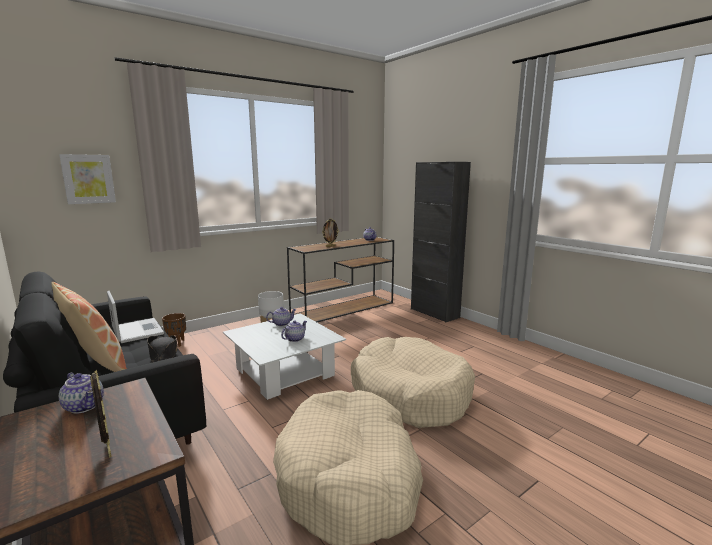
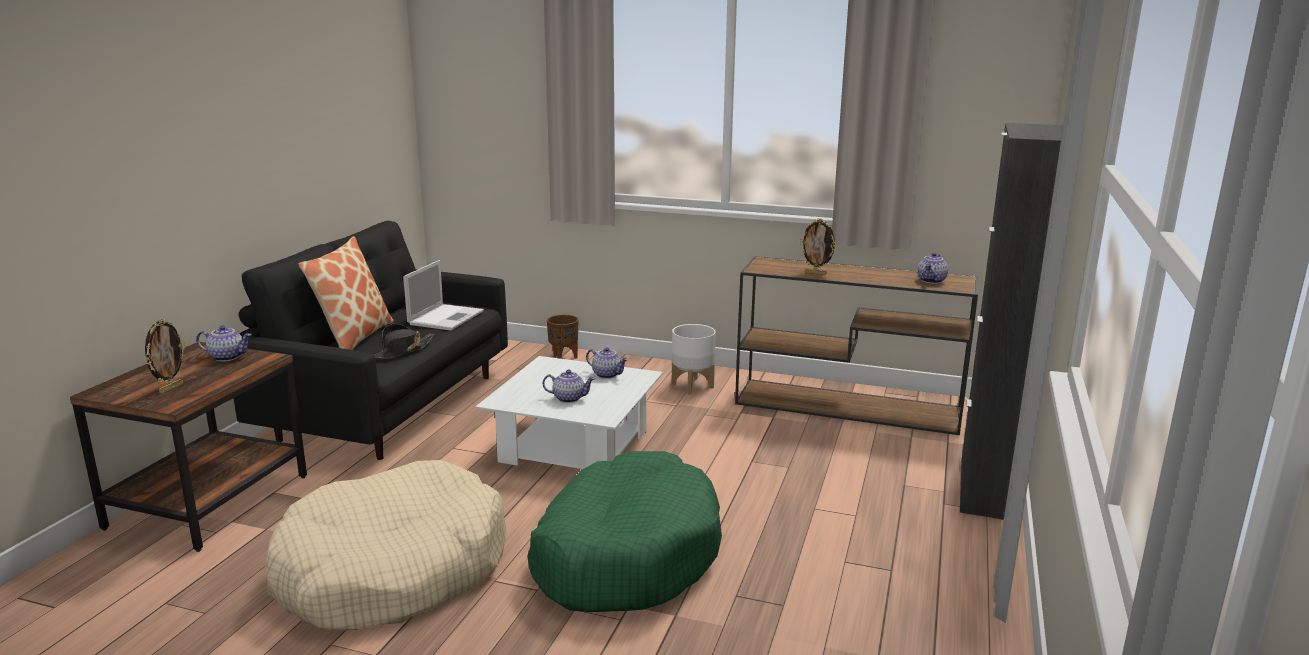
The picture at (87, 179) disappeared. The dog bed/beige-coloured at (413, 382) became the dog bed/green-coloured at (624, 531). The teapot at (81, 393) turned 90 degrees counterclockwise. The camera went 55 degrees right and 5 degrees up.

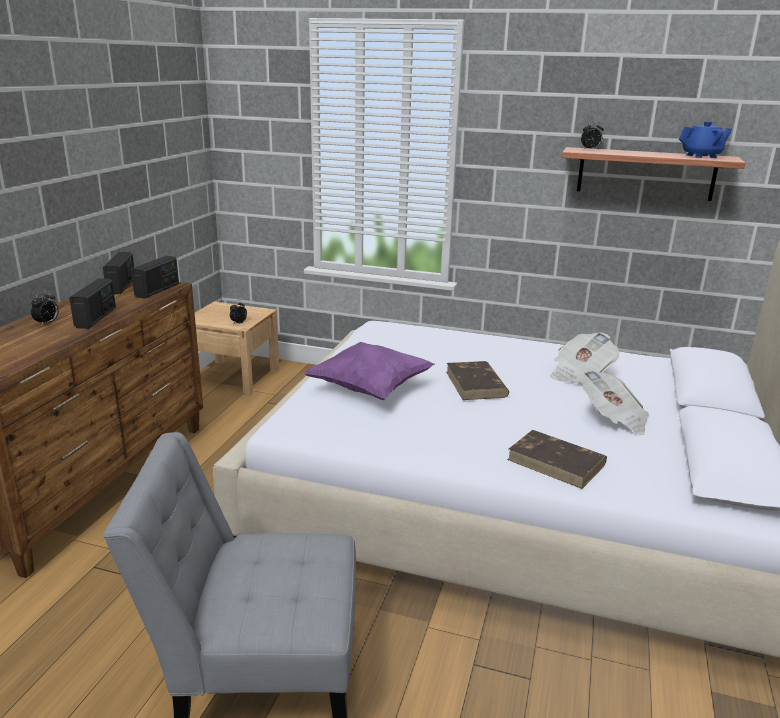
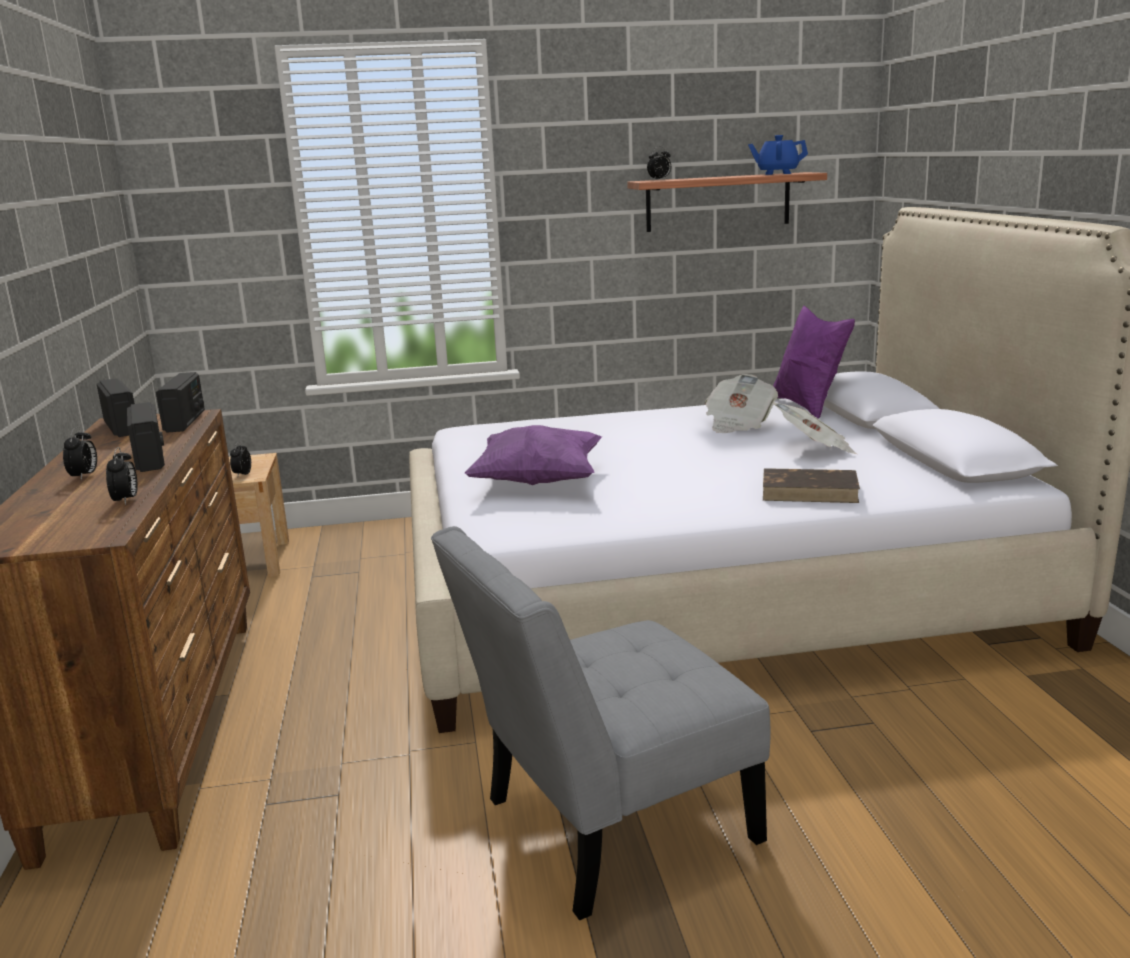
The volume/brownish at (477, 380) disappeared. The alarm clock at (122, 476) appeared. The throw pillow/purple-coloured at (814, 362) appeared. The teapot/bluish at (705, 139) turned 135 degrees counterclockwise. The camera went 25 degrees left and 5 degrees down.

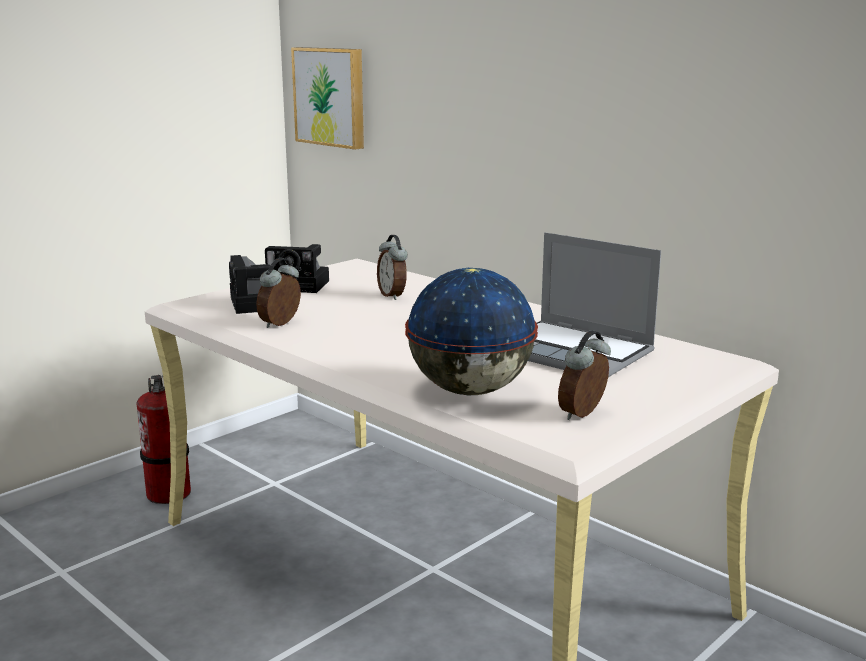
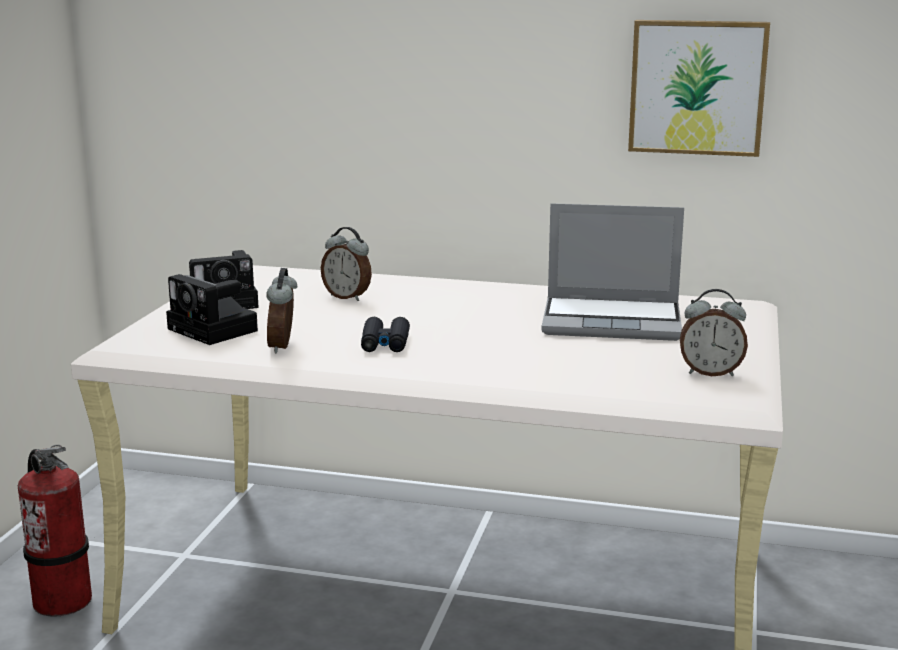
The globe at (471, 331) disappeared. The field glasses/black-coloured at (385, 334) appeared. The picture moved from (327, 98) to (699, 88). The alarm clock at (584, 375) turned 90 degrees counterclockwise. The camera went 30 degrees left and 0 degrees up.

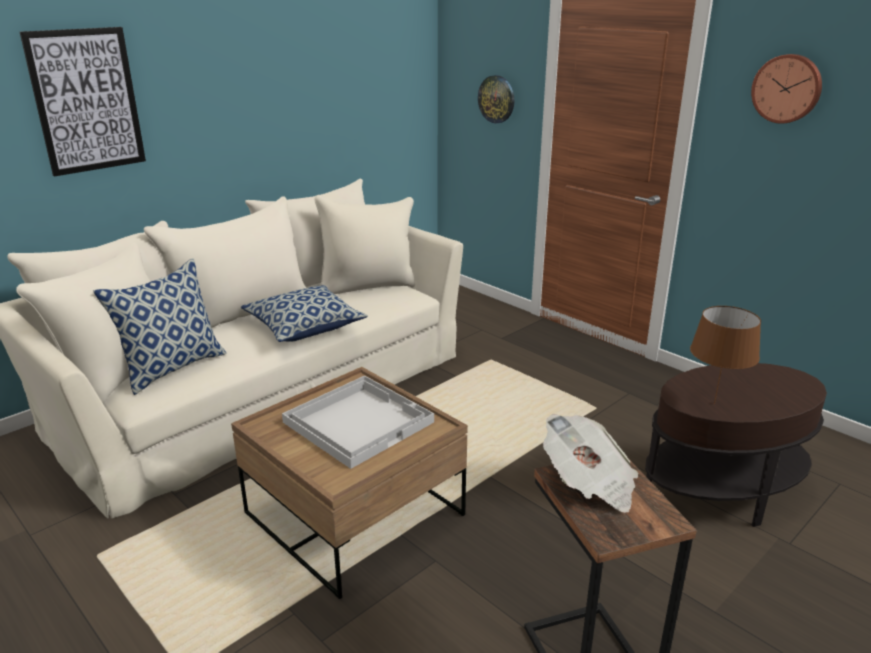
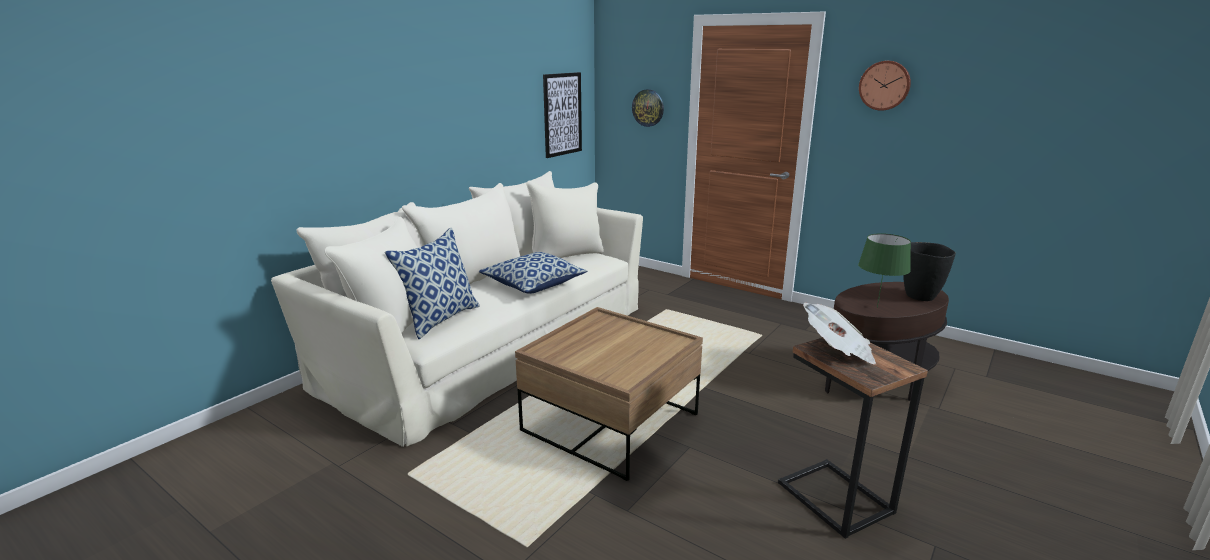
The carrying tray/white at (358, 422) disappeared. The vase/black-coloured at (929, 271) appeared. The picture moved from (83, 102) to (562, 115). The lamp for a table/brownish at (725, 355) became the lamp for a table/green-coloured at (884, 270). The camera went 10 degrees left and 5 degrees down.

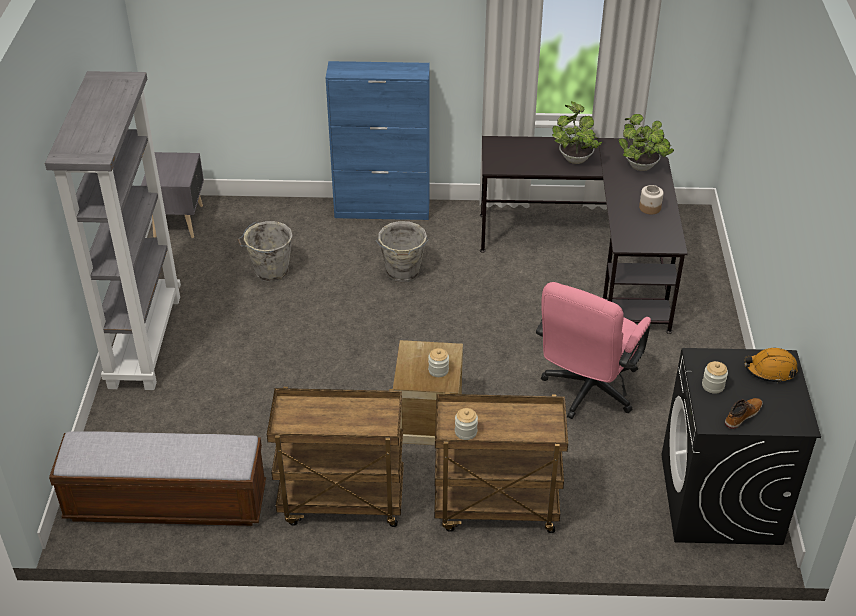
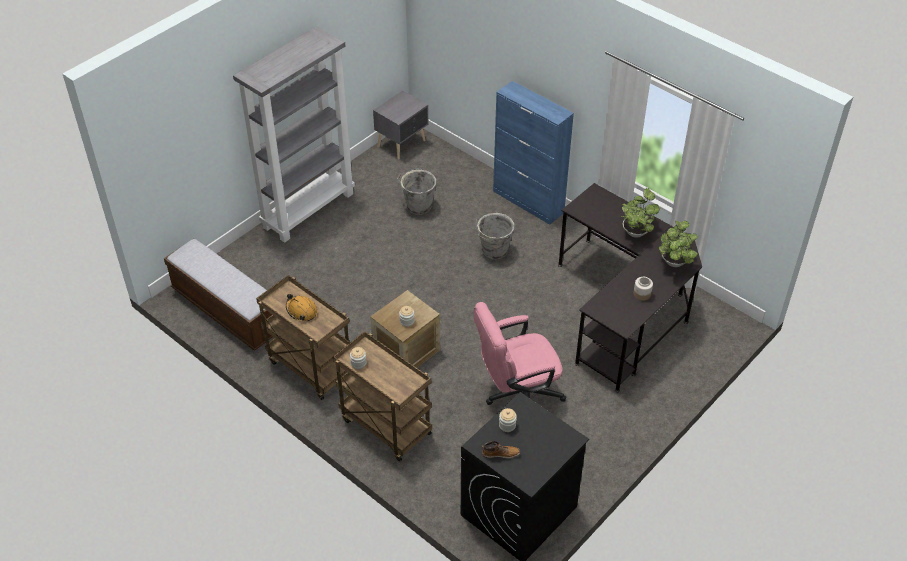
The work helmet/orange-coloured moved from (771, 365) to (302, 307). The camera went 40 degrees right and 5 degrees up.

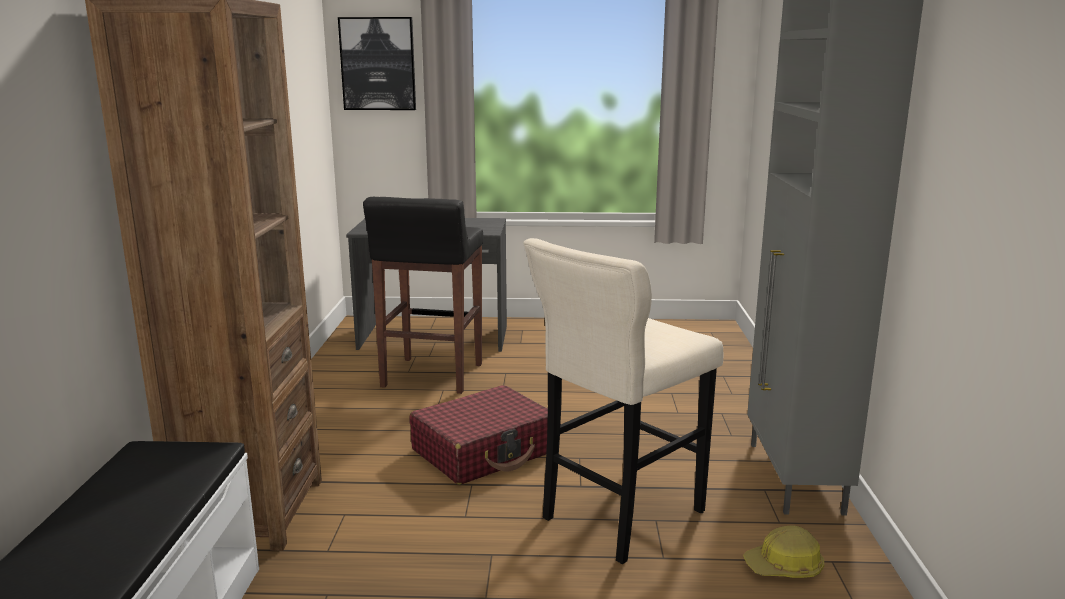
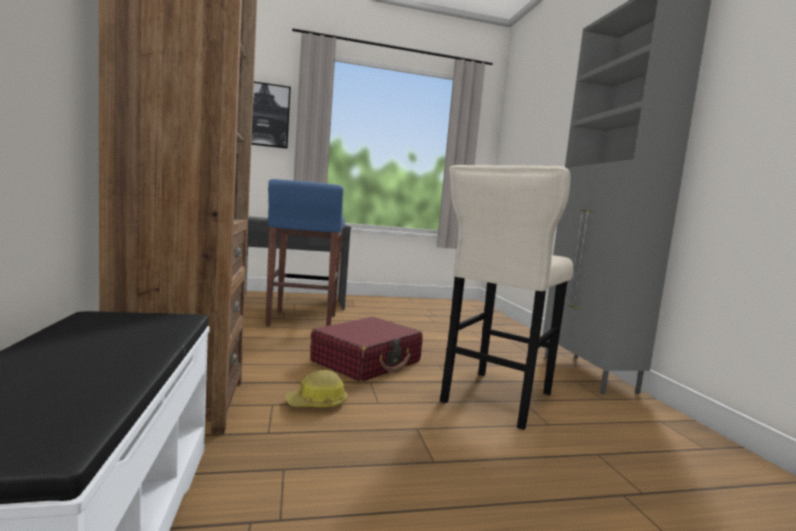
The work helmet moved from (783, 551) to (316, 388). The stool/black-coloured at (423, 295) became the stool/bluish at (305, 252). The camera went 15 degrees left and 10 degrees down.

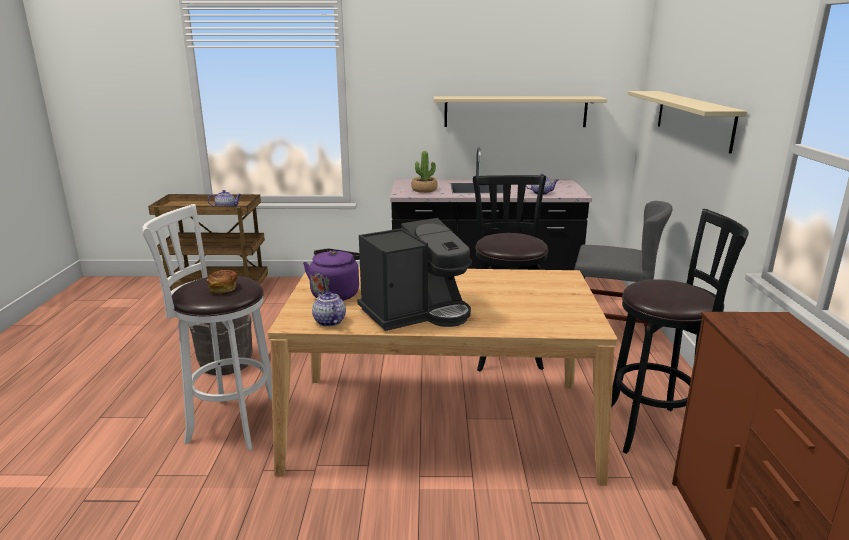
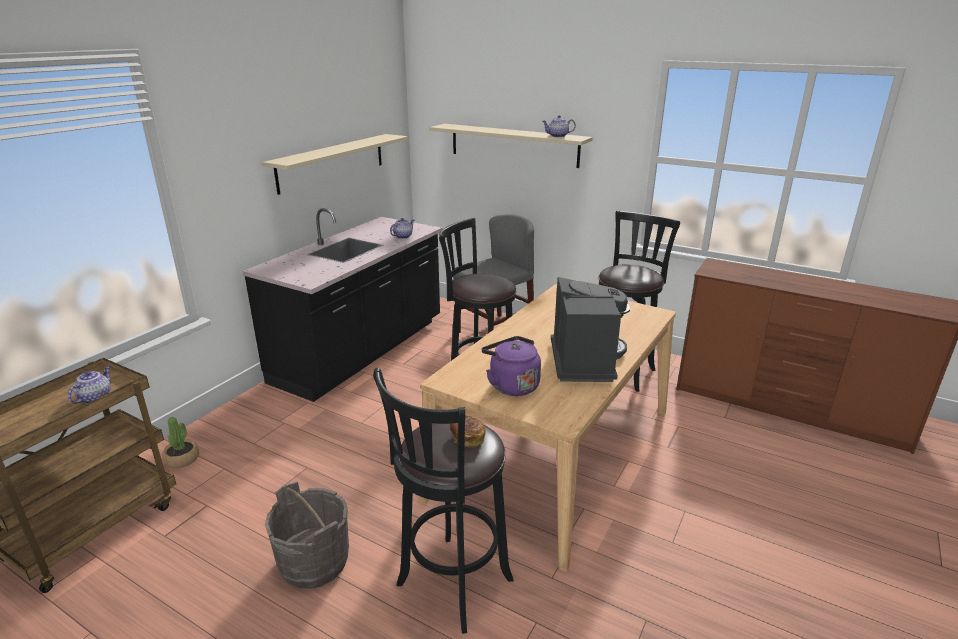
The teapot moved from (329, 309) to (559, 126). The plant in a pot moved from (424, 172) to (180, 442). The stool/white at (207, 327) became the stool/black-coloured at (443, 501). The camera went 60 degrees left and 5 degrees up.

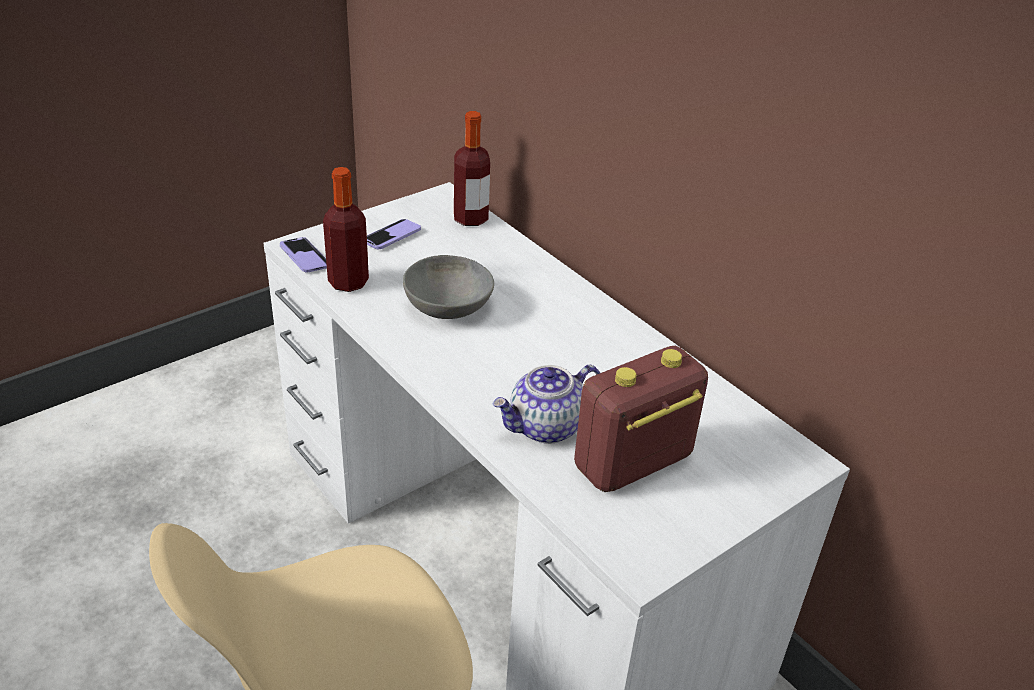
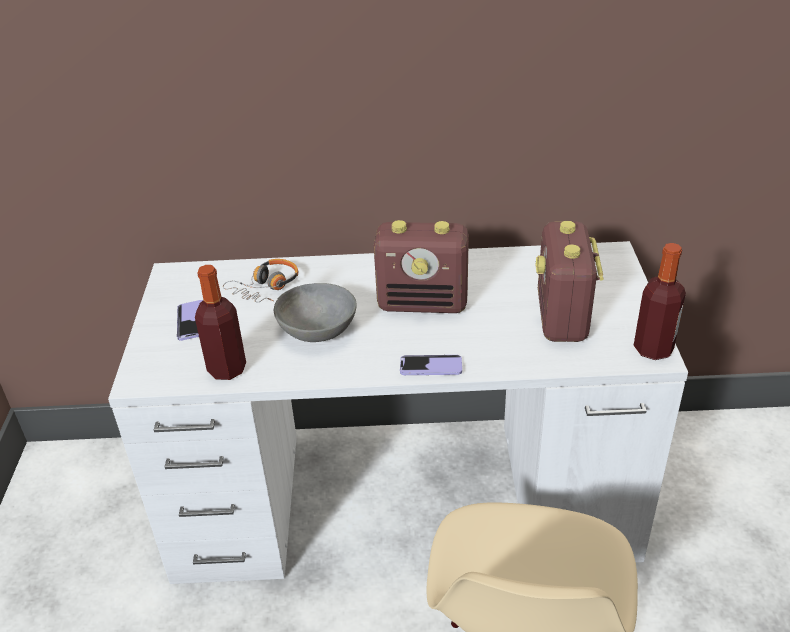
The teapot at (546, 404) disappeared. The headset at (260, 281) appeared. The radio set at (421, 266) appeared. The handset moved from (303, 254) to (431, 365). The bottle moved from (472, 168) to (660, 301). The camera went 50 degrees left and 0 degrees up.

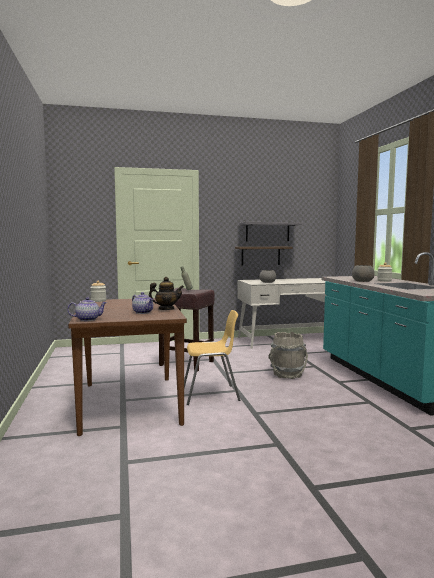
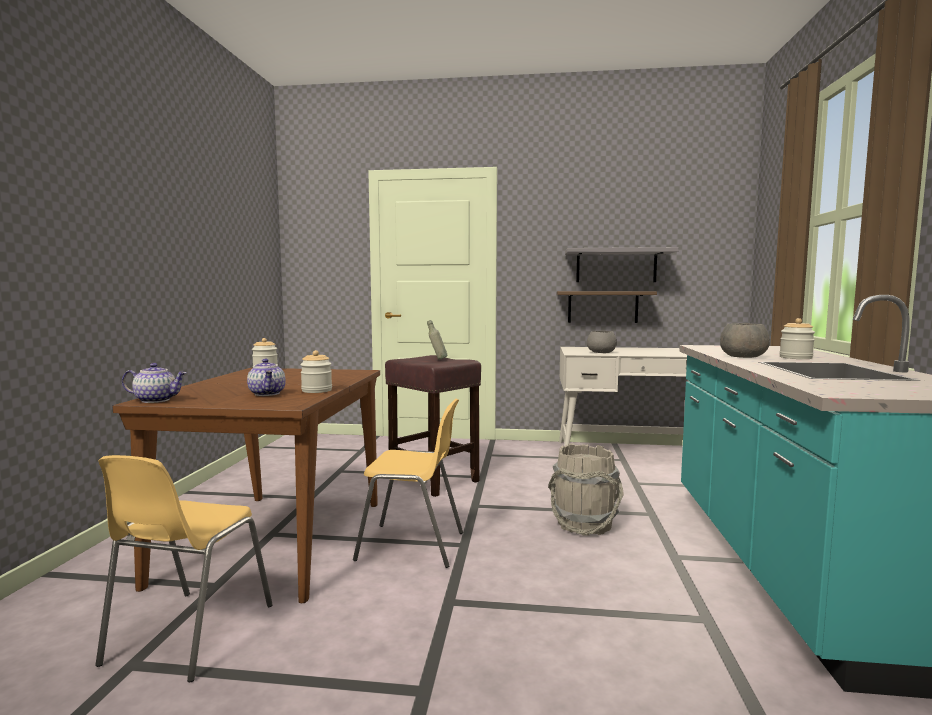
The plain chair/yellowish at (184, 568) appeared. The teapot at (166, 293) was replaced by the jar at (316, 371). The camera went 20 degrees right and 0 degrees up.

